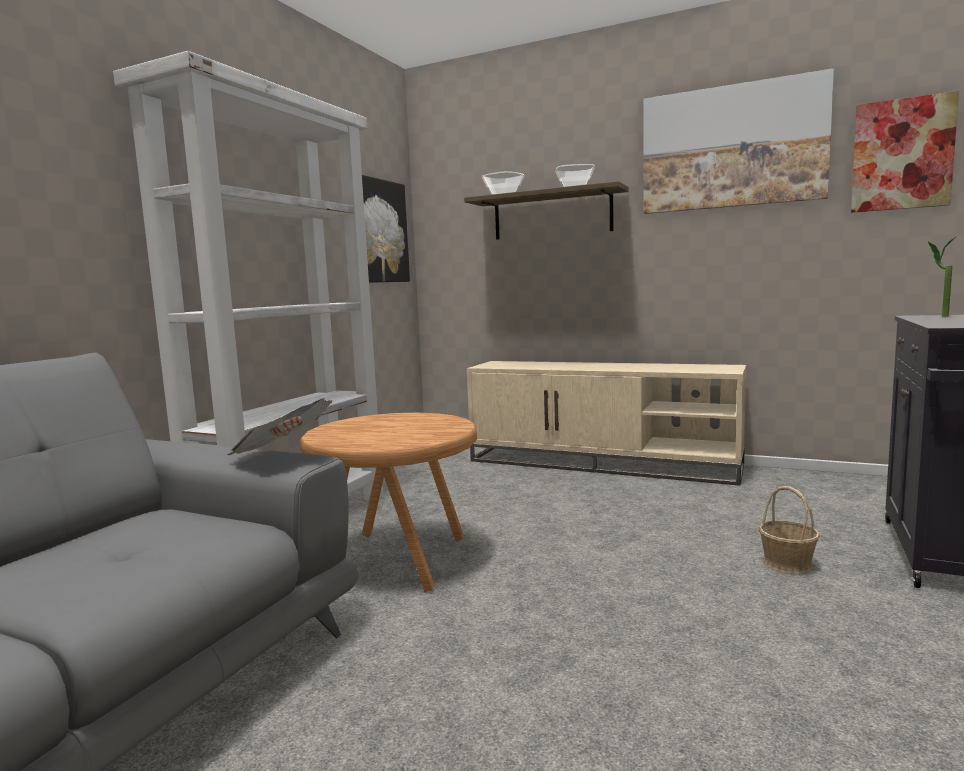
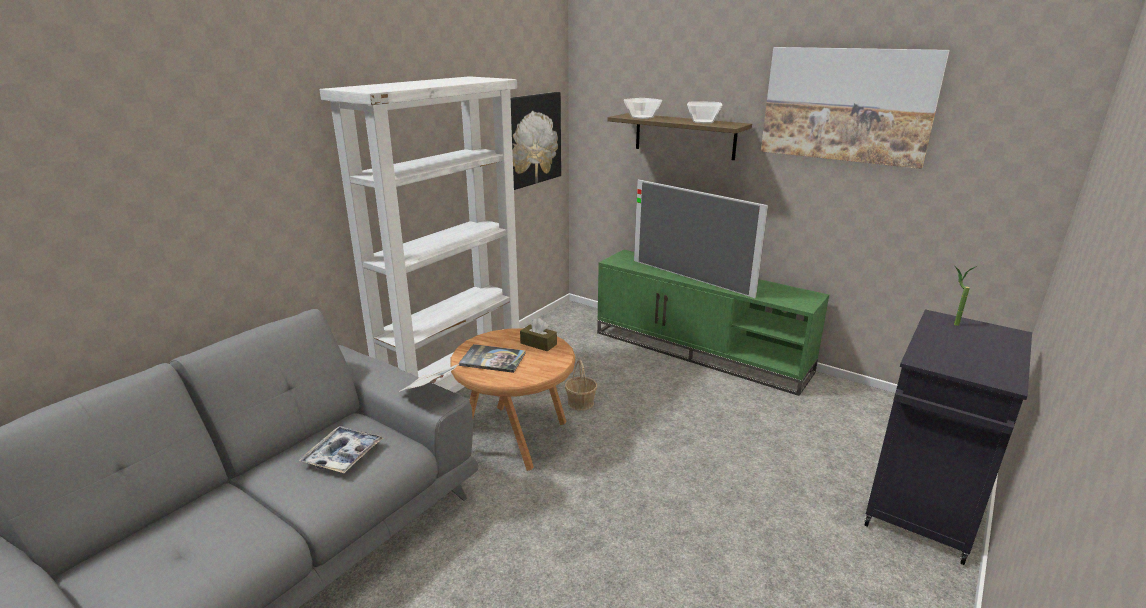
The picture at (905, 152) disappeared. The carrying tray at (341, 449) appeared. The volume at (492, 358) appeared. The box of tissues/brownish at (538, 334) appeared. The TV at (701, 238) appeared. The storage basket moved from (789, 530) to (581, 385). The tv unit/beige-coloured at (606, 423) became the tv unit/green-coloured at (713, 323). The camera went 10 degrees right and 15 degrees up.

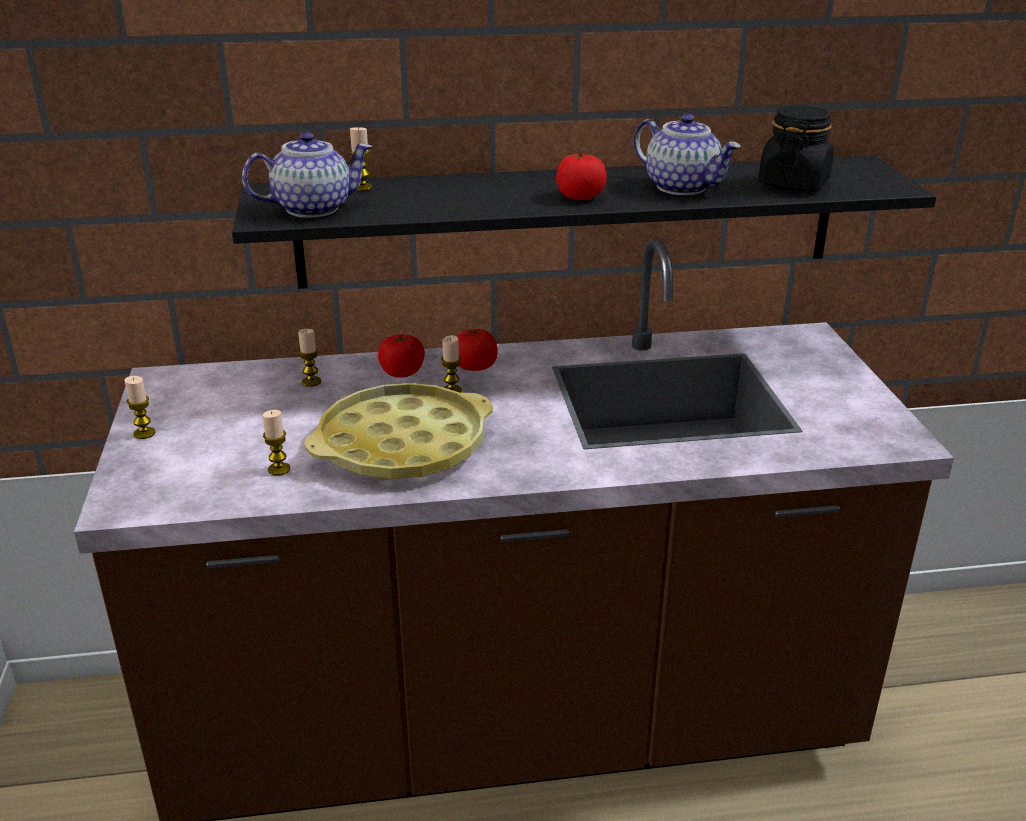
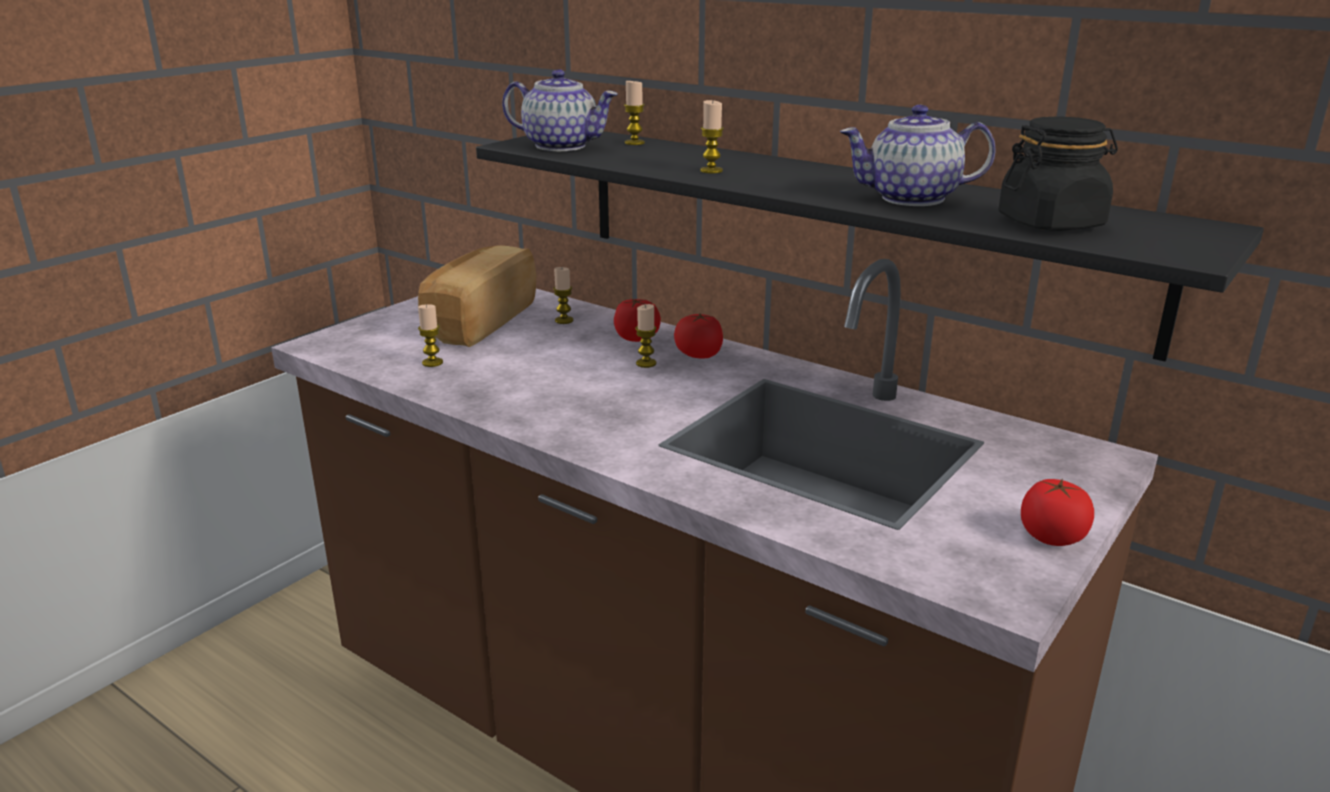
The carrying tray/yellowish at (398, 432) disappeared. The bakery bread at (477, 296) appeared. The candle moved from (139, 407) to (712, 136). The whole tomato moved from (581, 176) to (1057, 512). The teapot at (687, 154) turned 90 degrees clockwise. The camera went 45 degrees right and 5 degrees down.

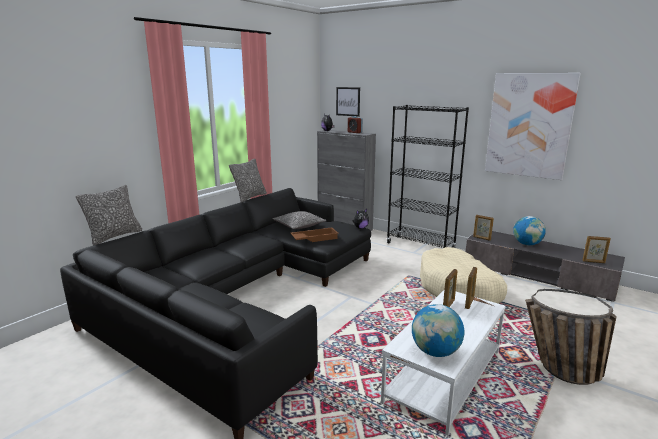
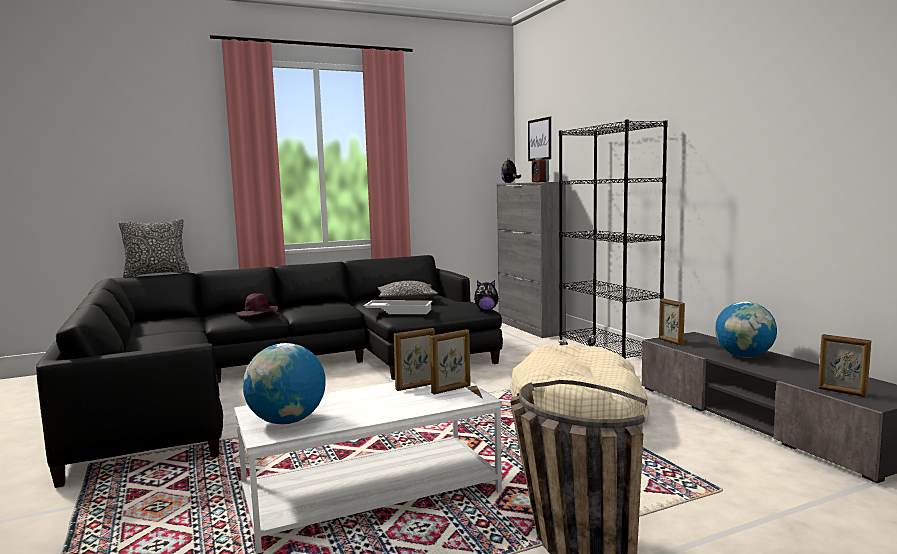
The throw pillow at (248, 181) disappeared. The picture at (533, 126) disappeared. The wearable hat/purple-coloured at (257, 304) appeared. The carrying tray/brownish at (315, 235) became the carrying tray/white at (398, 307). The camera went 30 degrees right and 10 degrees down.

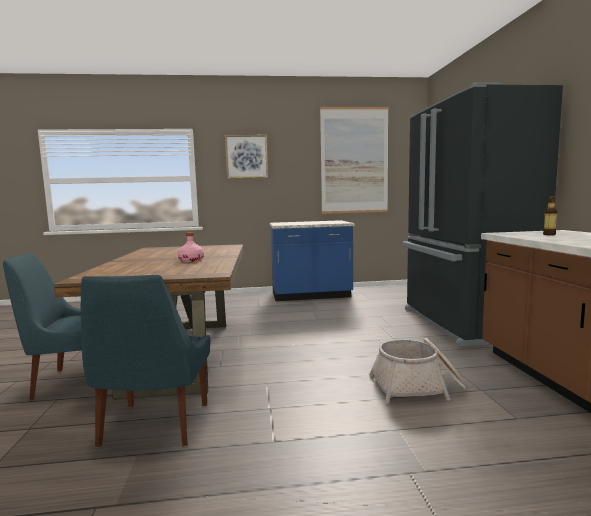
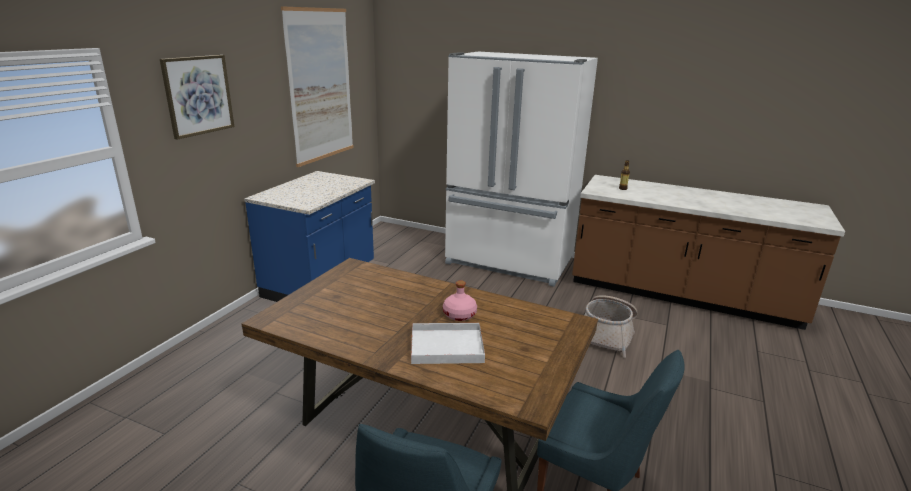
The carrying tray/white at (448, 343) appeared. The refrigerator/black-coloured at (483, 214) became the refrigerator/white at (521, 169). The camera went 60 degrees left and 15 degrees up.

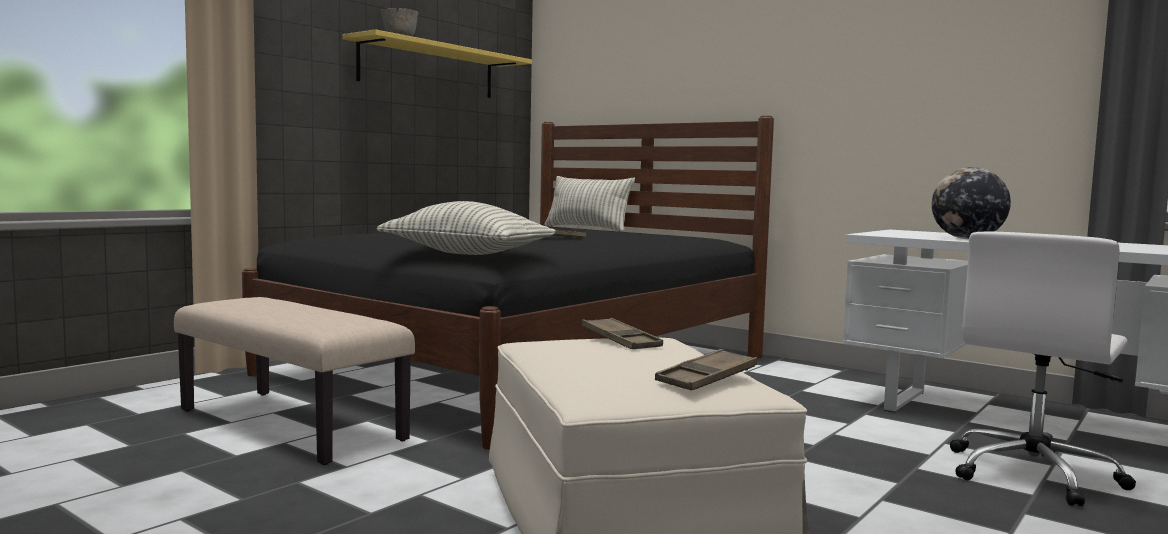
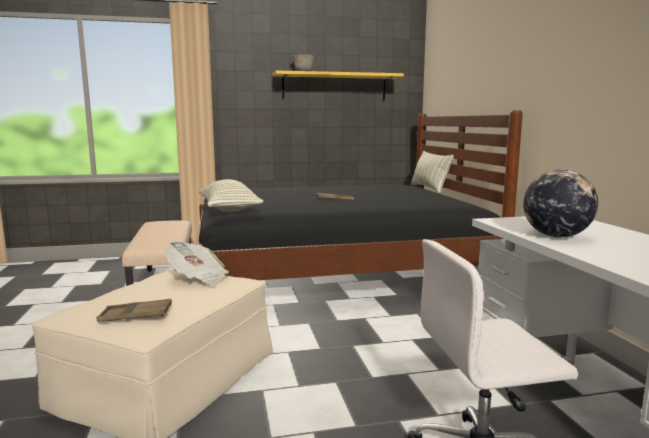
The carrying tray/brownish at (622, 333) was replaced by the daily paper at (196, 263). The camera went 40 degrees right and 5 degrees up.

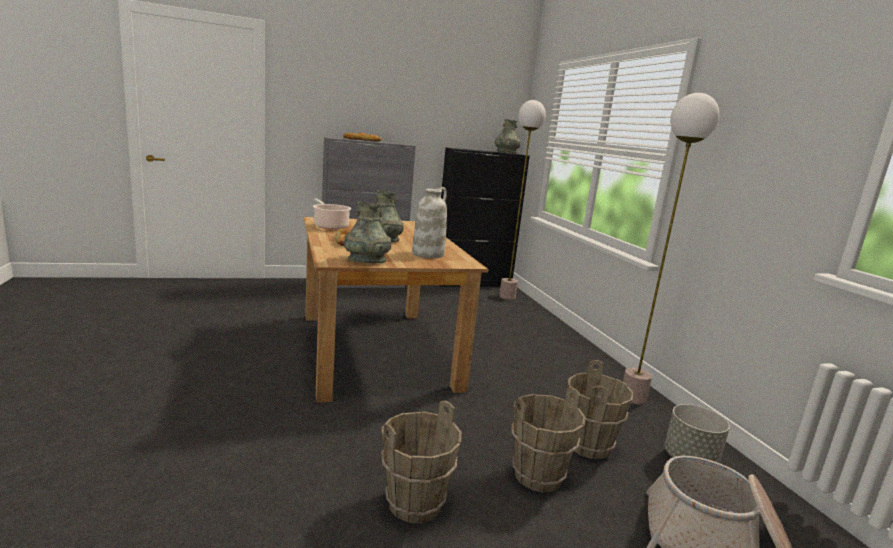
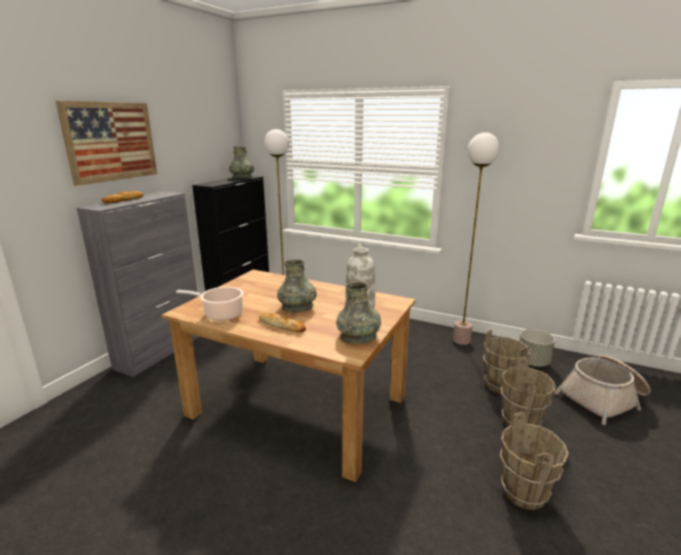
The picture at (106, 143) appeared. The camera went 45 degrees left and 5 degrees up.

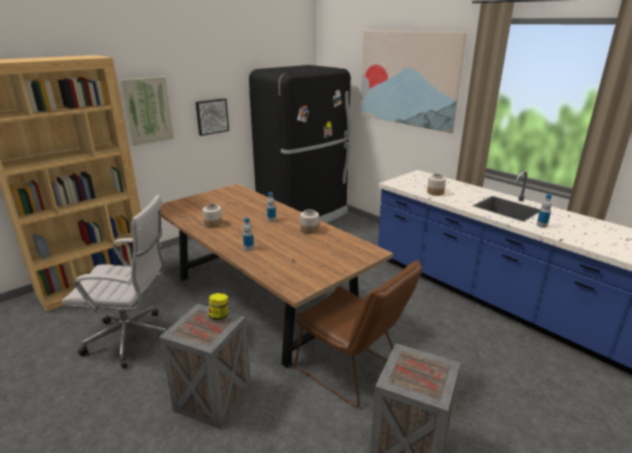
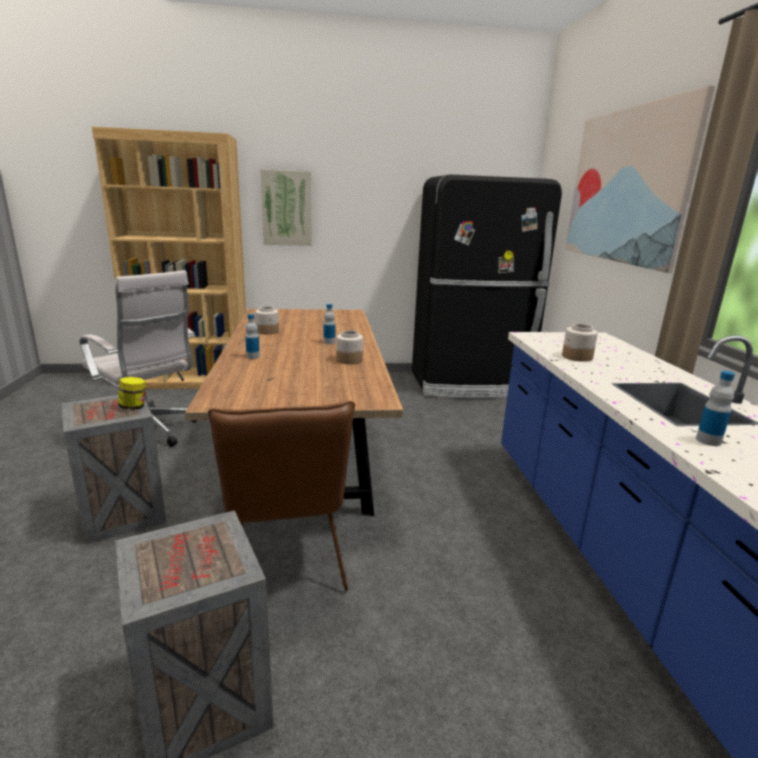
The picture at (212, 117) disappeared. The camera went 35 degrees right and 5 degrees down.

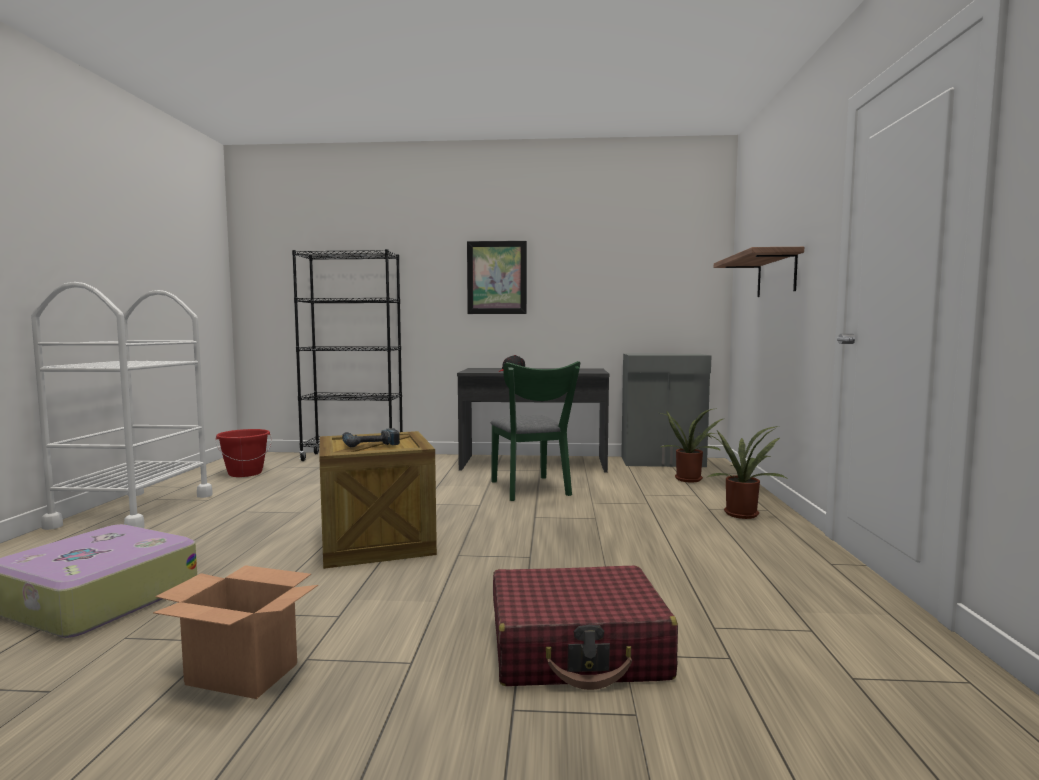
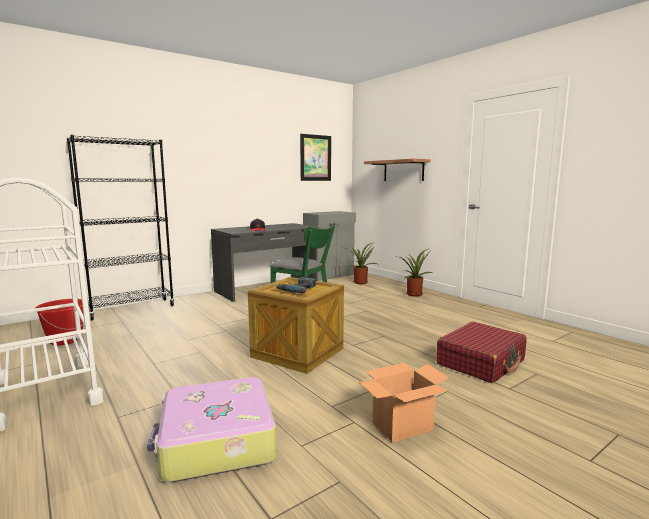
The picture moved from (497, 277) to (315, 157). The camera went 40 degrees left and 5 degrees up.

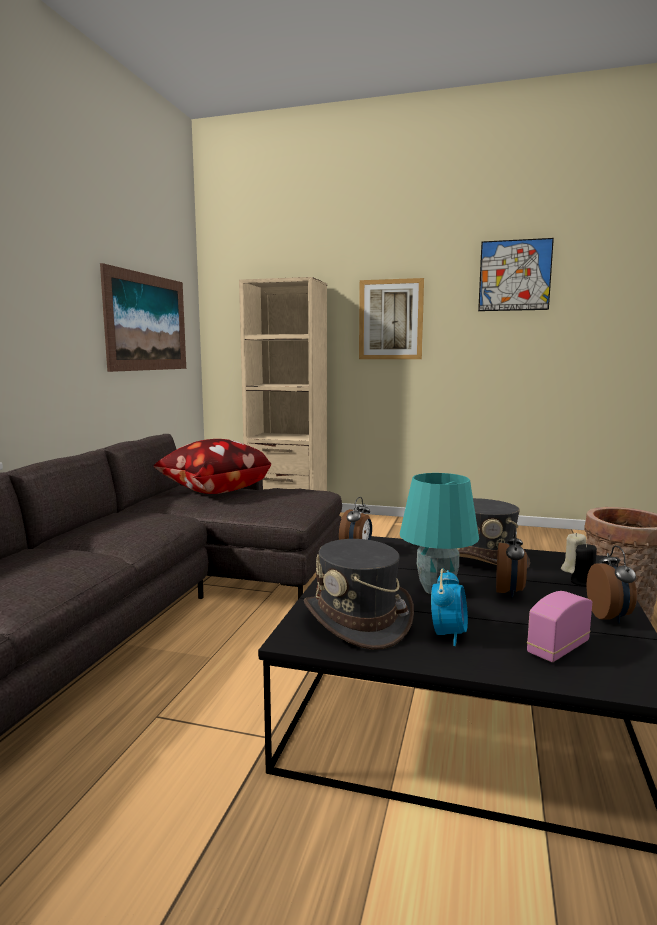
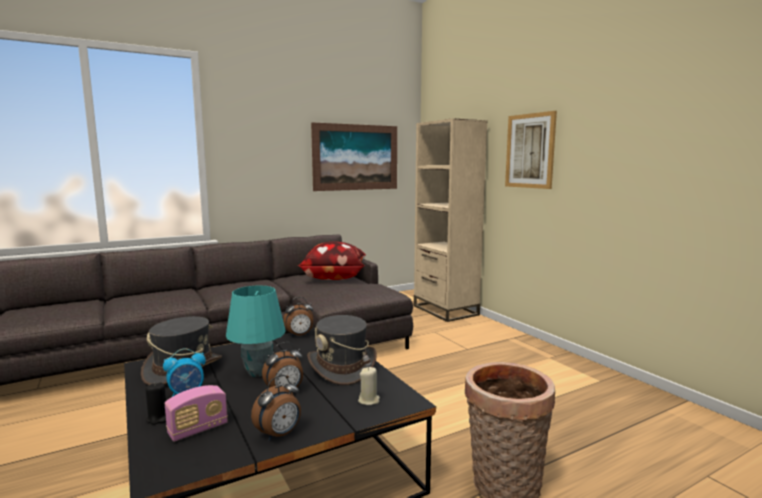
The picture at (516, 274) disappeared. The candle/black-coloured moved from (584, 564) to (155, 403). The radio set at (559, 626) turned 135 degrees clockwise. The camera went 45 degrees right and 0 degrees up.

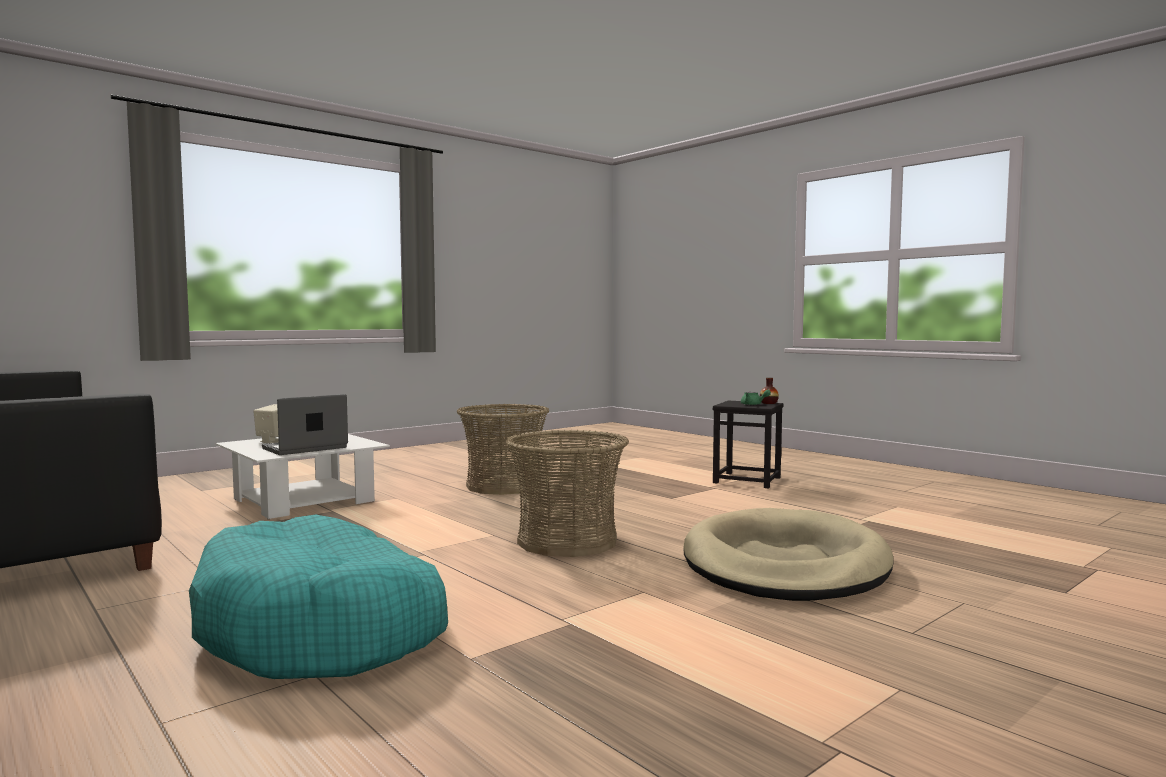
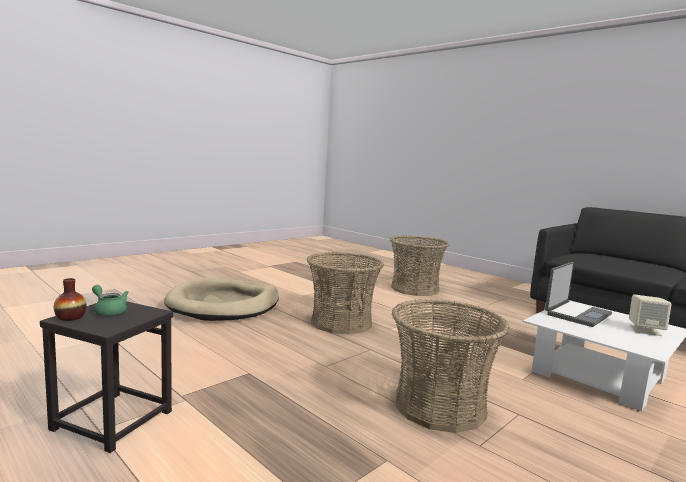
The dog bed/blue-green at (318, 597) was replaced by the storage basket at (419, 265). The camera went 175 degrees right and 5 degrees up.

